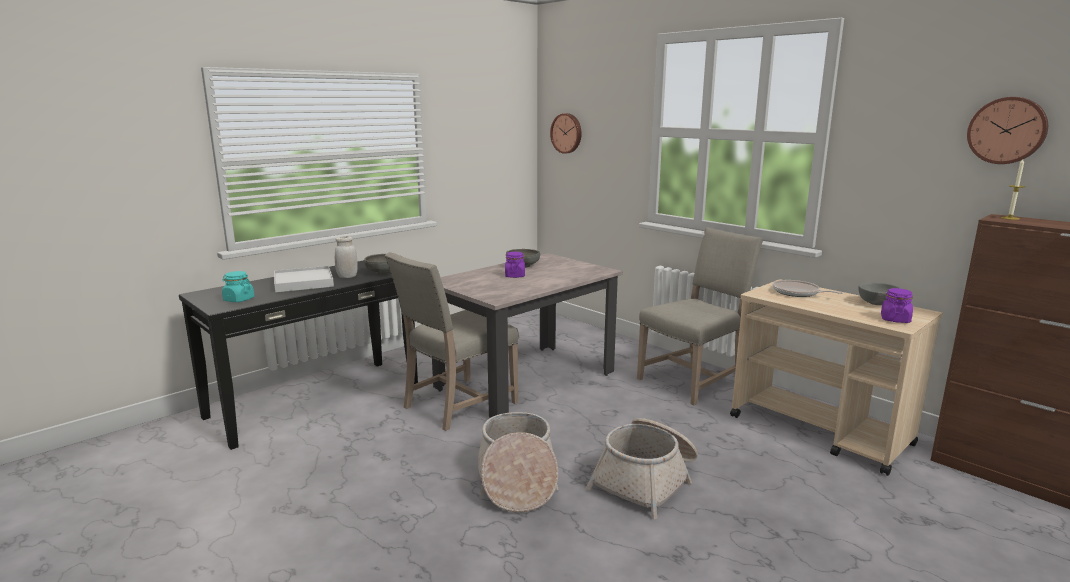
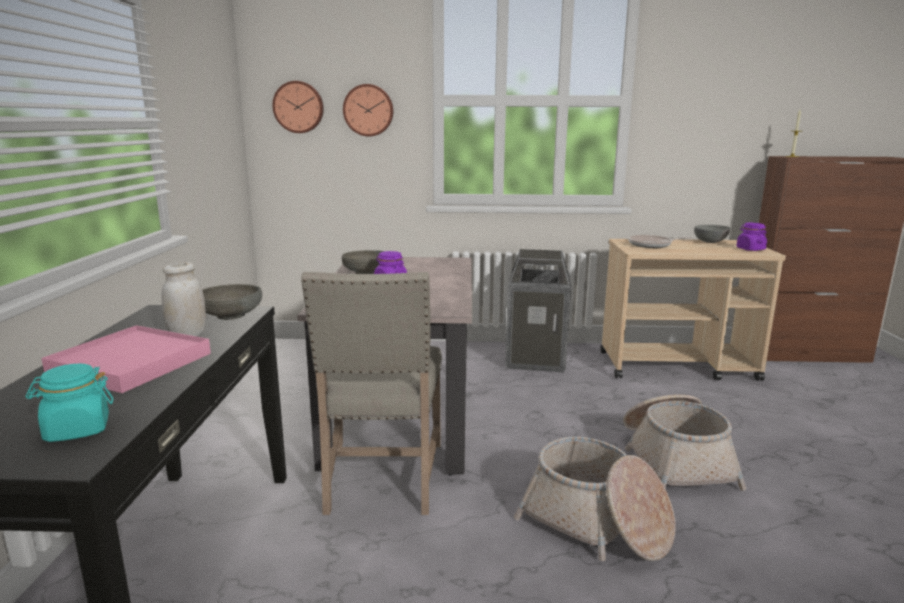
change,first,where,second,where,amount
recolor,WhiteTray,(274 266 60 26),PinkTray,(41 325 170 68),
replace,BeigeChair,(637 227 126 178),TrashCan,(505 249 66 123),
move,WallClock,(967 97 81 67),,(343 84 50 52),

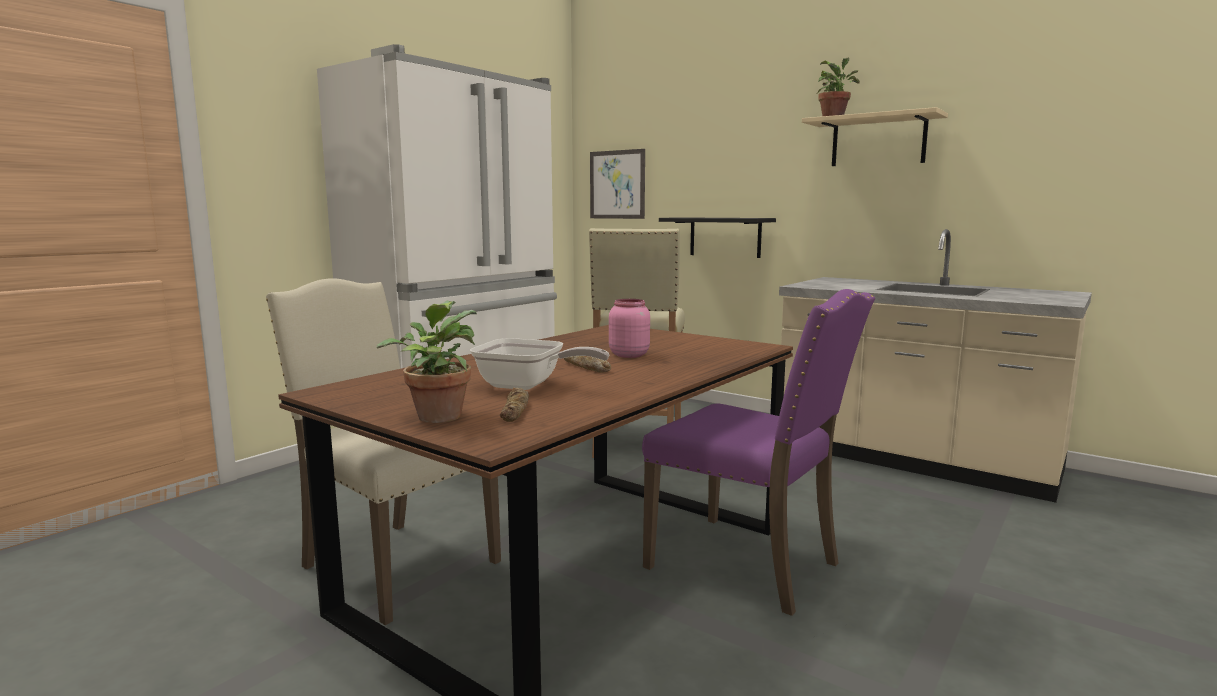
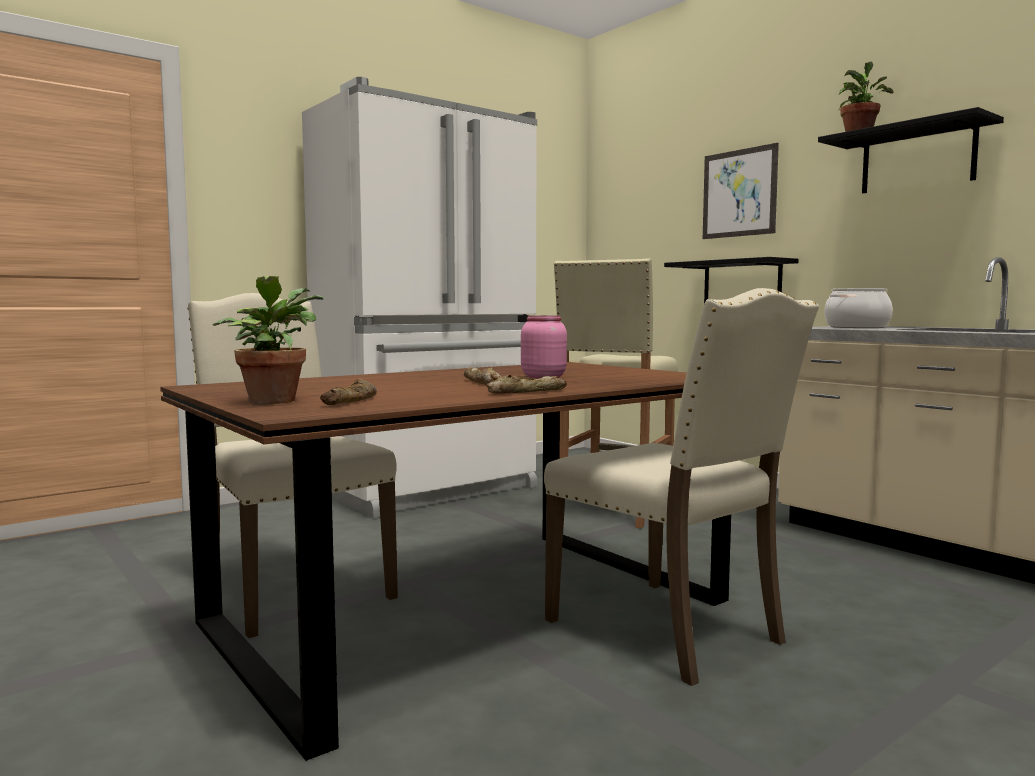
change,first,where,second,where,amount
delete,FryingPan,(470 338 139 52),,,
move,Picture,(590 149 55 70),,(703 143 76 96),
recolor,PurpleChair,(642 289 233 327),BeigeChair,(544 288 275 398),
recolor,BeigeShelf,(802 107 146 59),BlackShelf,(818 107 186 86),
insert,,,Bread,(486 375 81 19),
insert,,,CookingPot,(824 288 69 40),

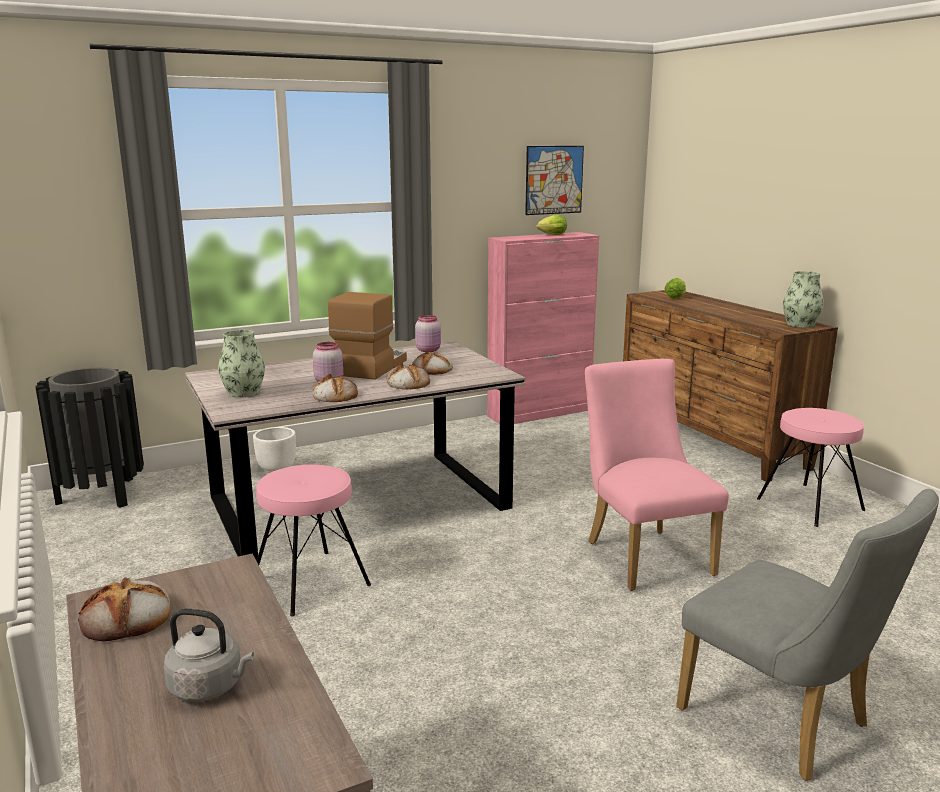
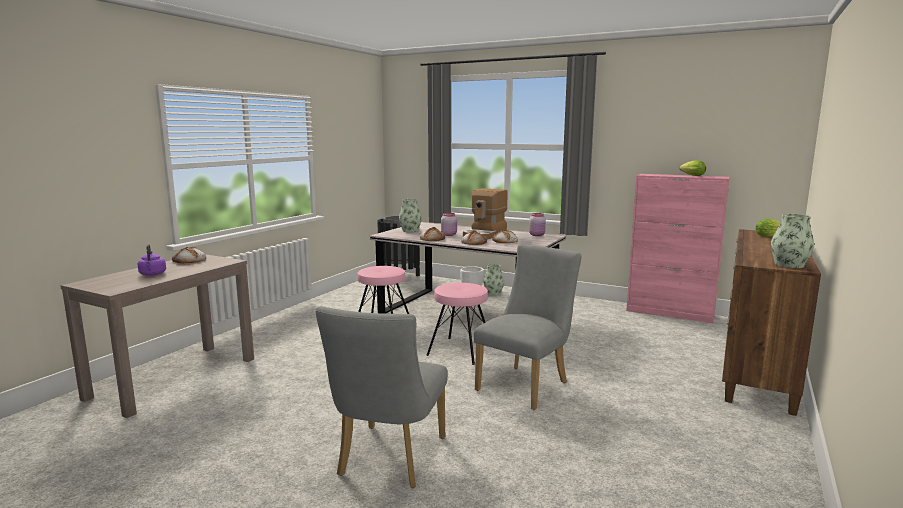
change,first,where,second,where,amount
recolor,GreyKettle,(164 609 90 93),PurpleKettle,(137 244 29 32),
rotate,CoffeeMachine,(328 292 79 88),,(463 188 45 51),135 degrees clockwise
delete,Picture,(525 146 59 69),,,
recolor,PinkChair,(585 359 144 232),GreyChair,(474 244 107 166),
move,PinkStool,(757 408 108 119),,(426 283 62 82),
insert,,,Vase,(483 264 21 32),

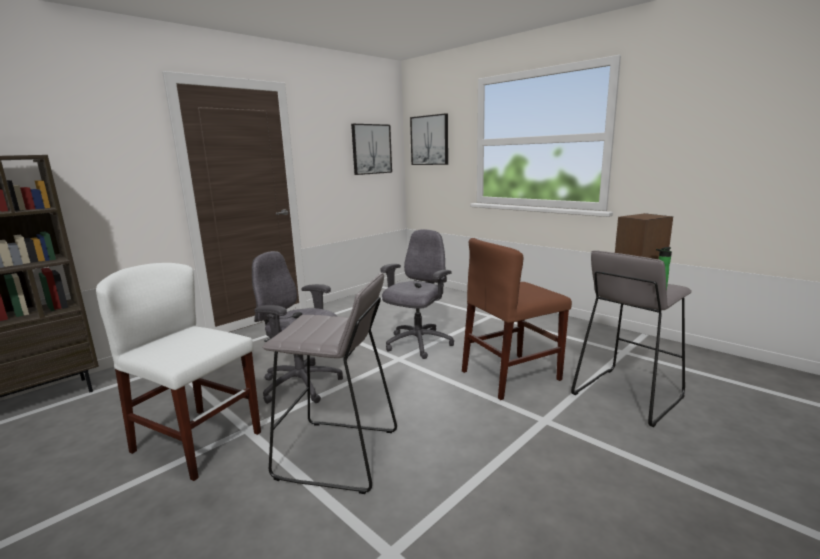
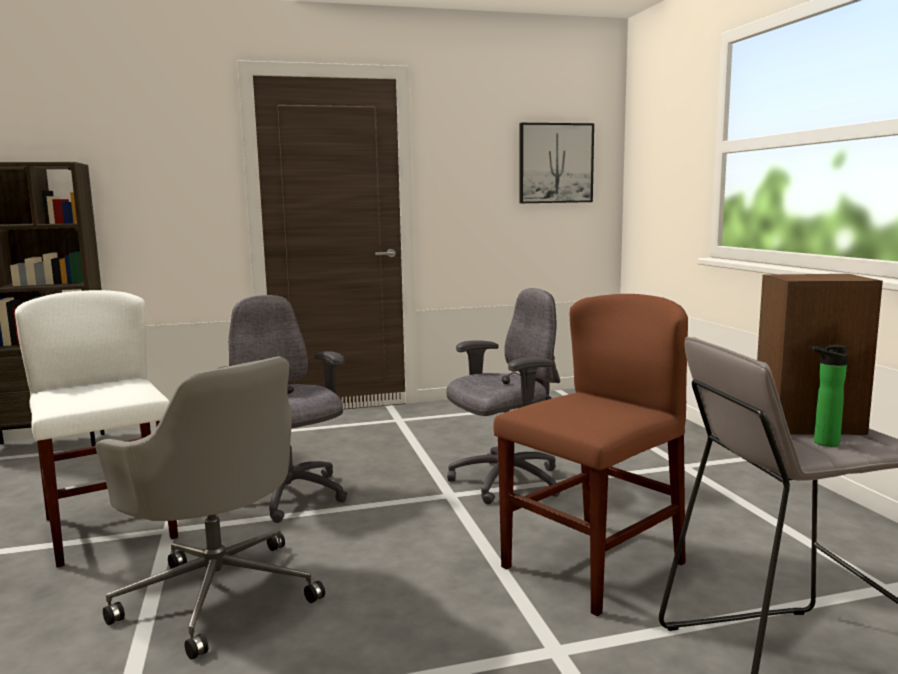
change,first,where,second,where,amount
replace,GreyStool,(262 273 135 221),GreyOfficeChair,(95 356 230 304),
delete,Picture,(410 113 38 52),,,
rotate,BrownChair,(462 238 110 162),,(493 294 195 322),135 degrees clockwise

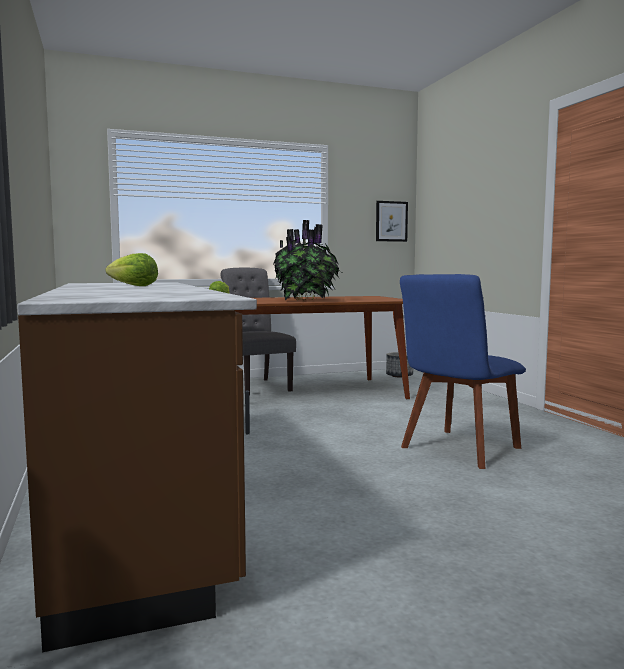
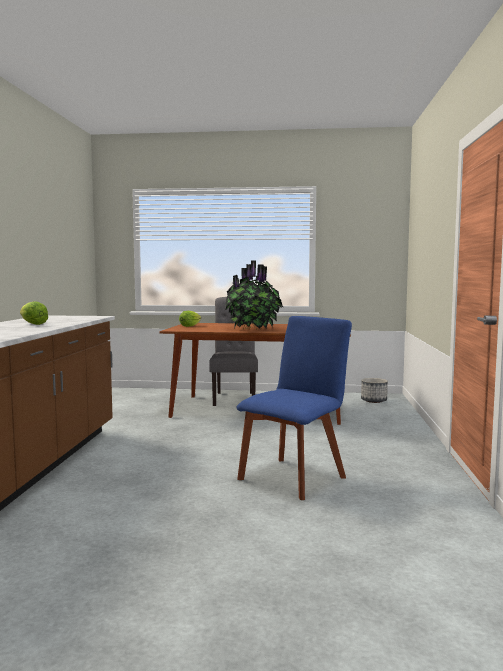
change,first,where,second,where,amount
delete,Picture,(376 201 32 41),,,
rotate,BlueChair,(400 274 126 195),,(236 316 116 184),150 degrees clockwise

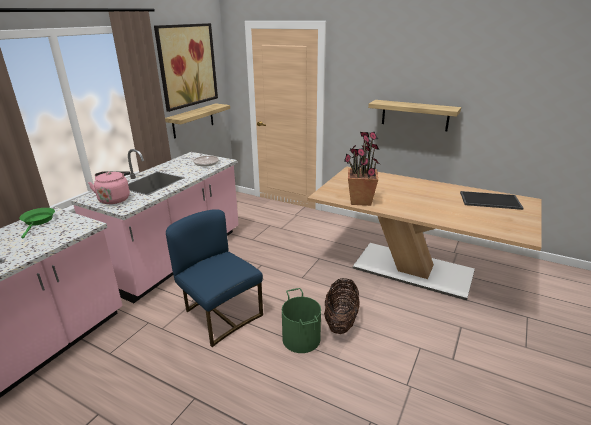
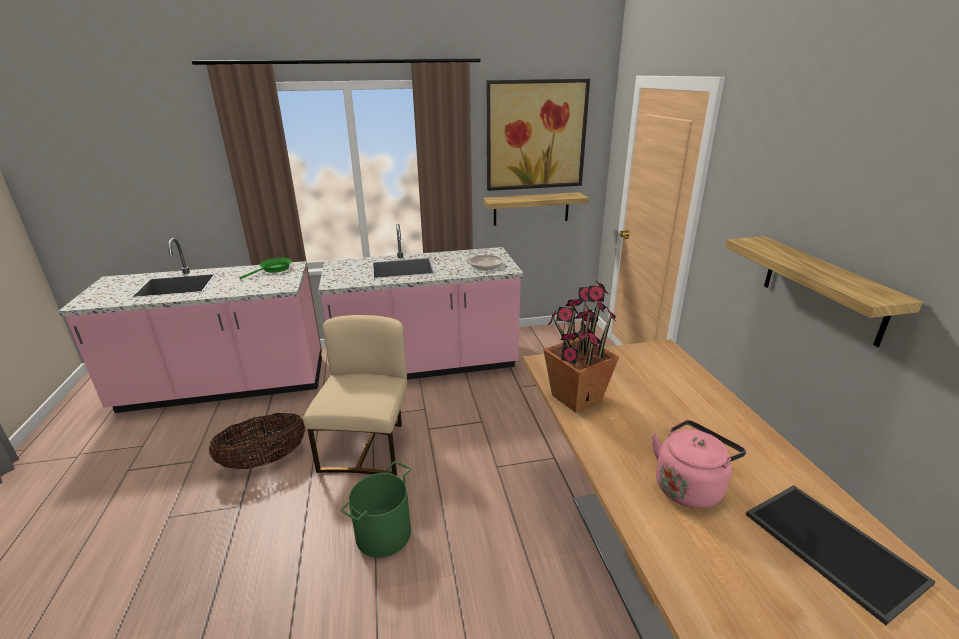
change,first,where,second,where,amount
move,PinkKettle,(88 171 43 33),,(652 420 94 89),
recolor,BlueChair,(166 209 97 138),BeigeChair,(303 315 104 161),
move,Basket,(324 278 36 56),,(209 413 96 56),

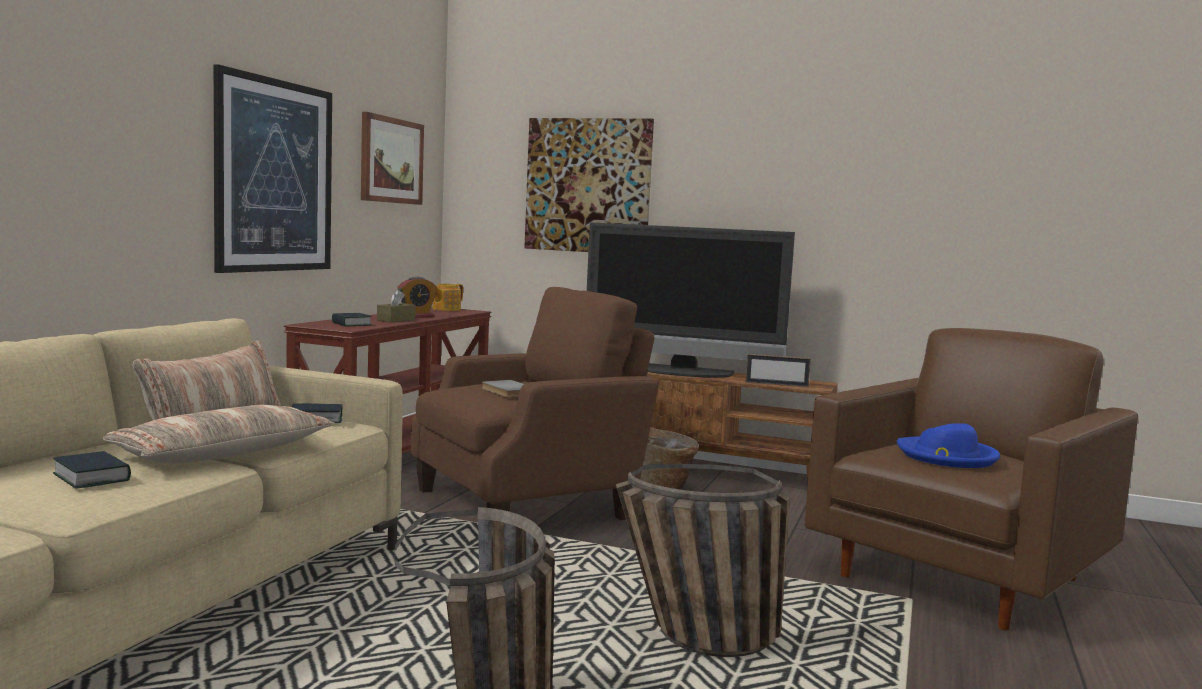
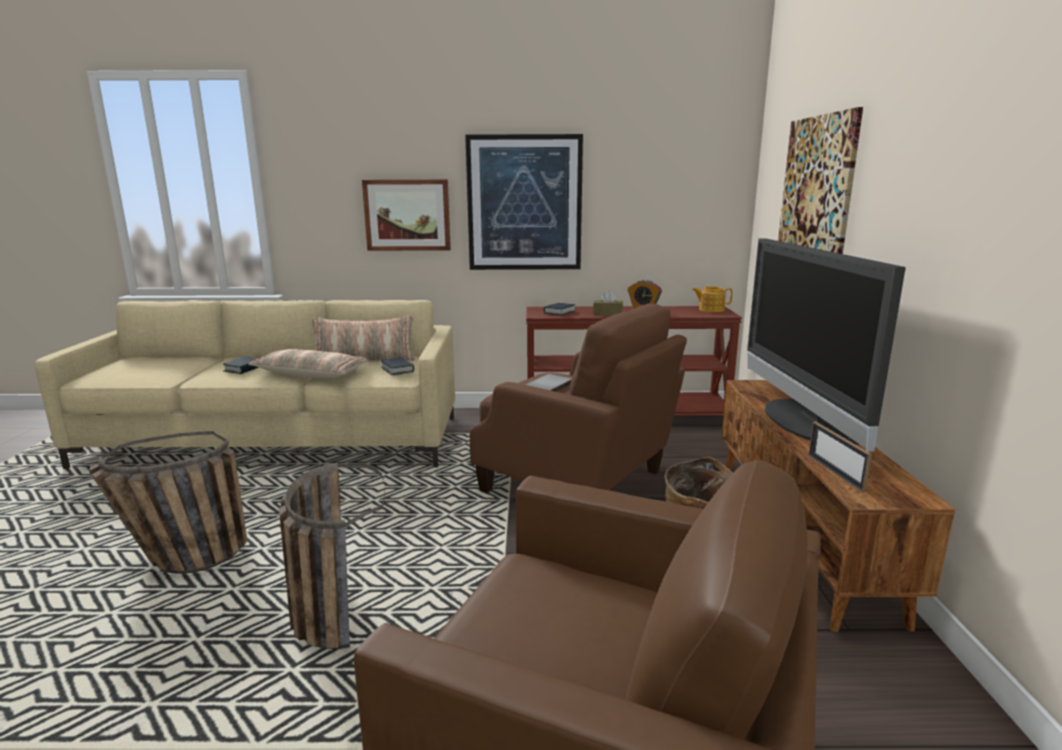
change,first,where,second,where,amount
move,Picture,(361 112 63 93),,(362 180 89 71),
delete,BlueHat,(897 423 103 45),,,

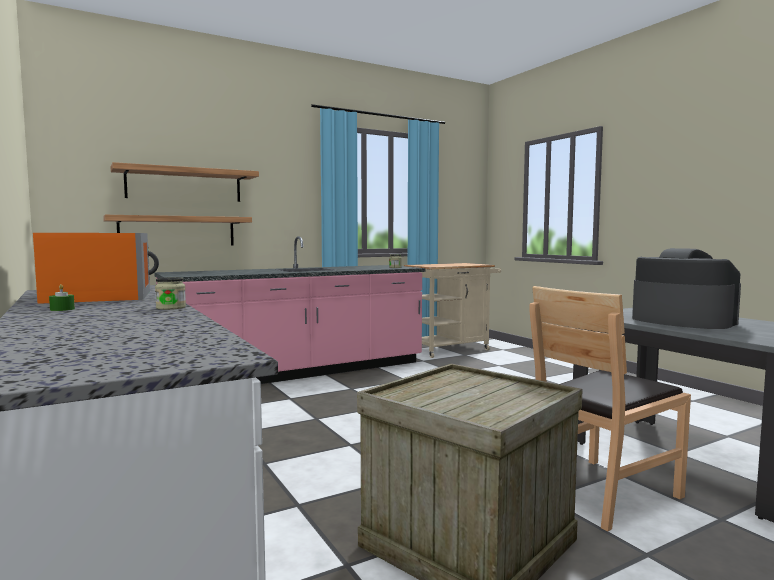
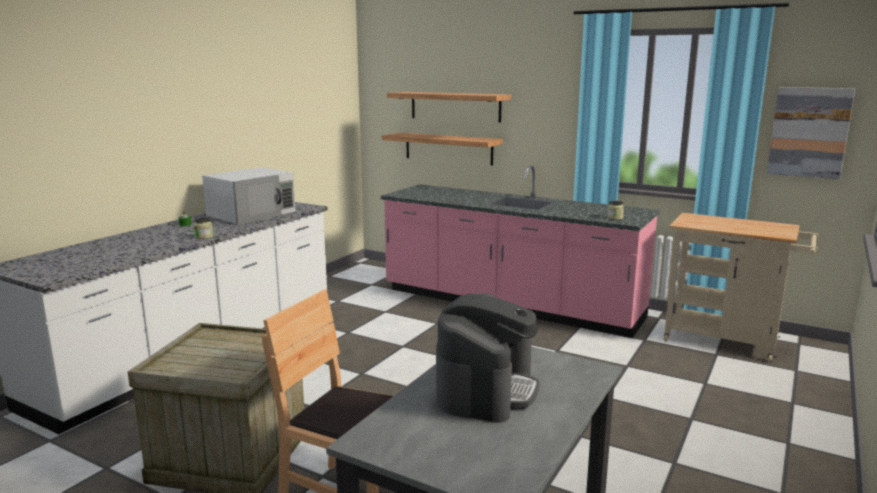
change,first,where,second,where,amount
recolor,OrangeMicrowave,(33 233 126 71),WhiteMicrowave,(202 167 93 58),
insert,,,Picture,(767 87 88 92),

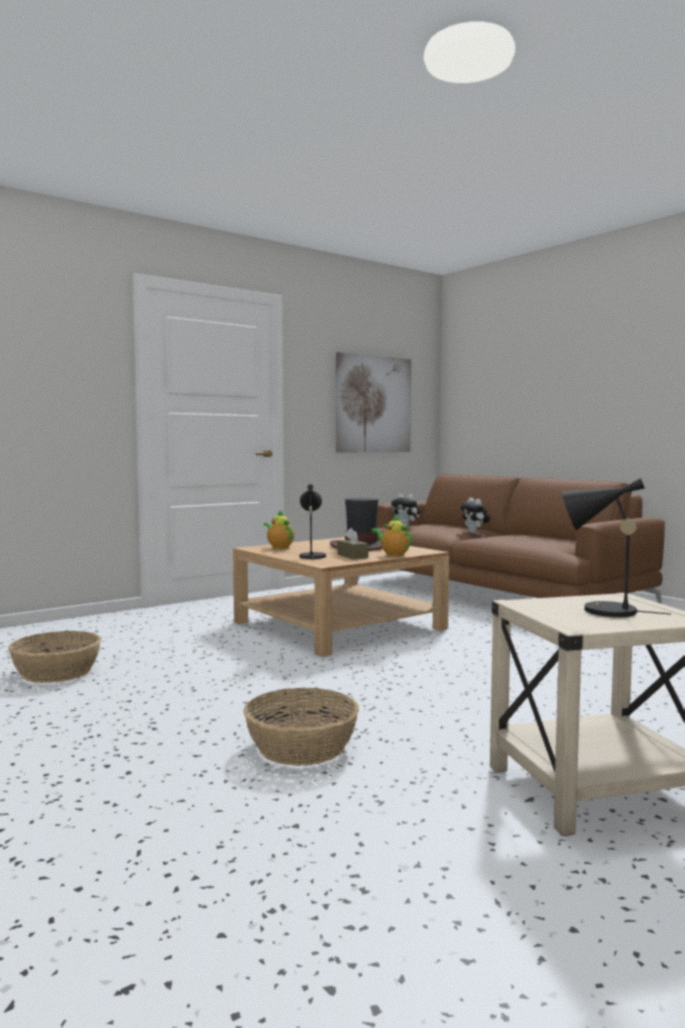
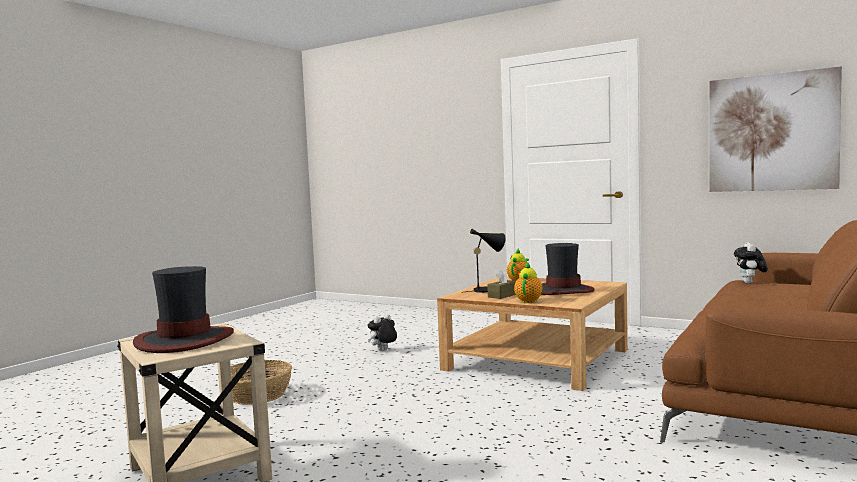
change,first,where,second,where,amount
delete,Basket,(8 631 93 52),,,
move,PlushToy,(460 498 30 35),,(367 314 30 37),
replace,BlackTableLamp,(562 478 109 139),Hat,(133 266 101 87),

